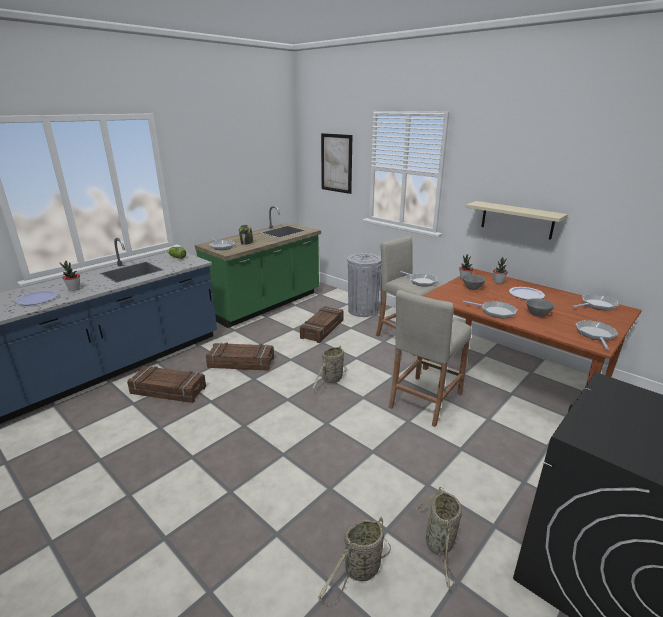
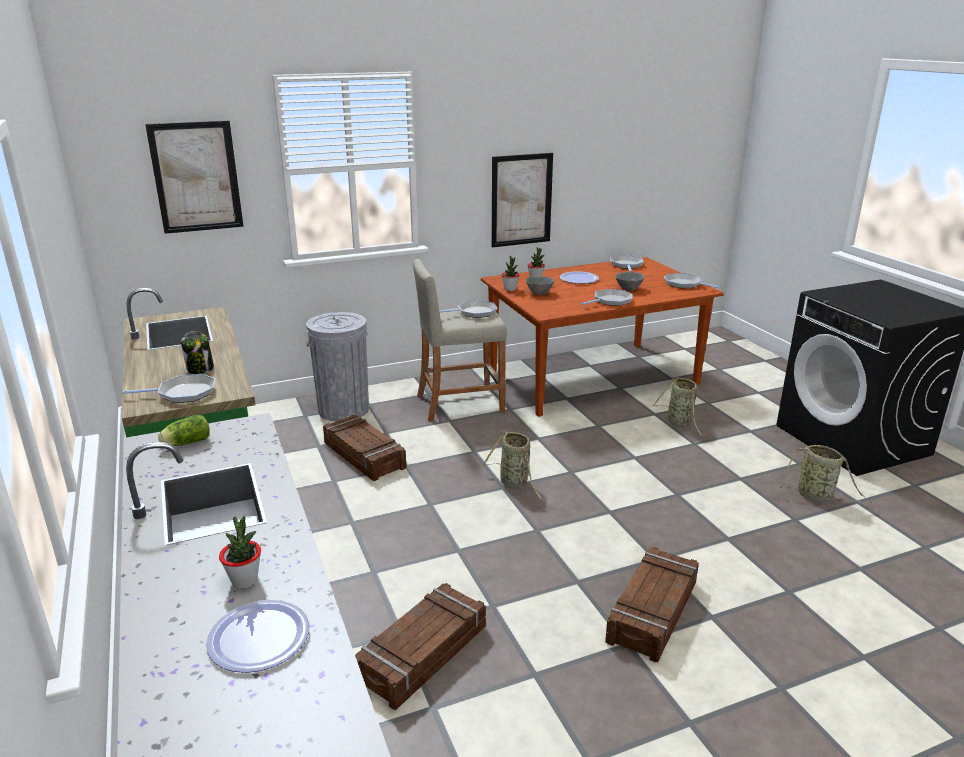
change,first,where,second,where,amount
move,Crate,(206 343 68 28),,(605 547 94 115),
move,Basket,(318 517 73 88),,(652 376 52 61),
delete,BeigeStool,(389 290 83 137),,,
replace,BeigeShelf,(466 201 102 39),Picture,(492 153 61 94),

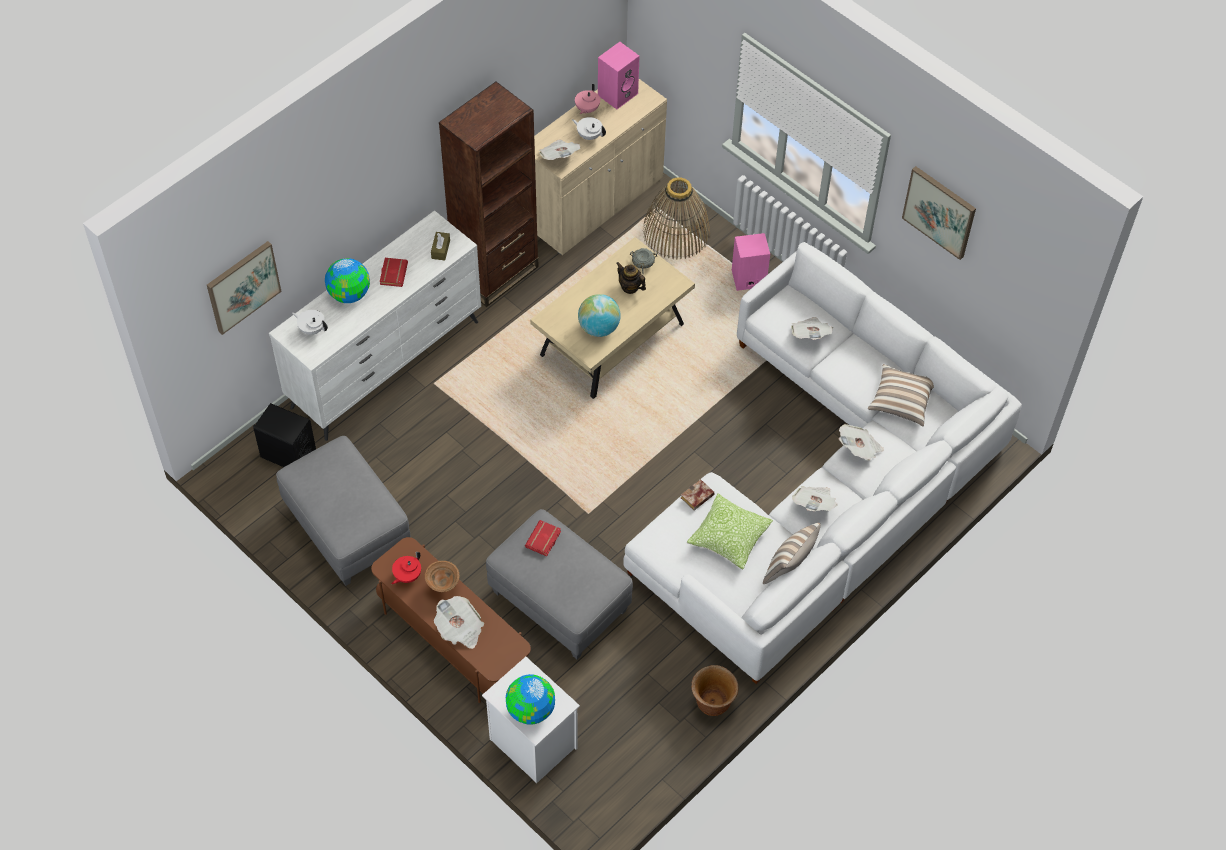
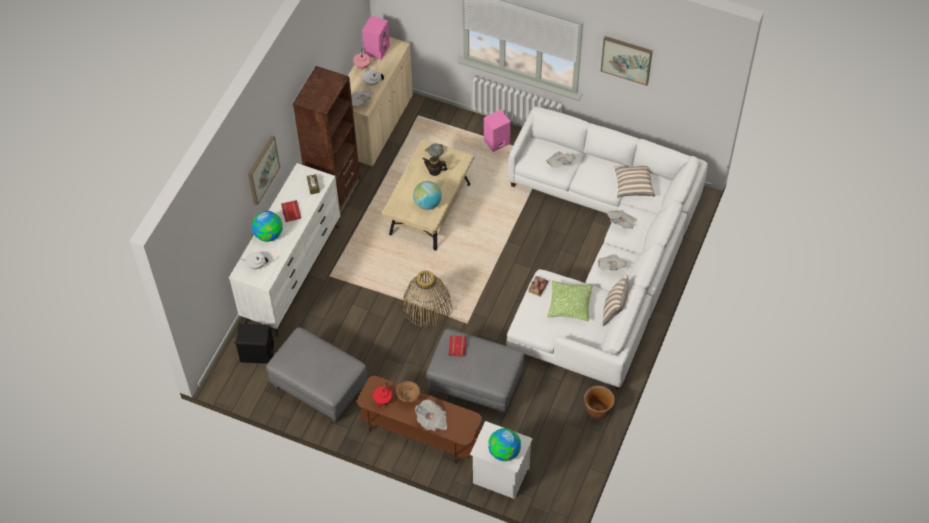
change,first,where,second,where,amount
move,Picture,(207 241 75 94),,(248 135 32 70),
move,Basket,(643 177 67 82),,(402 270 50 58),

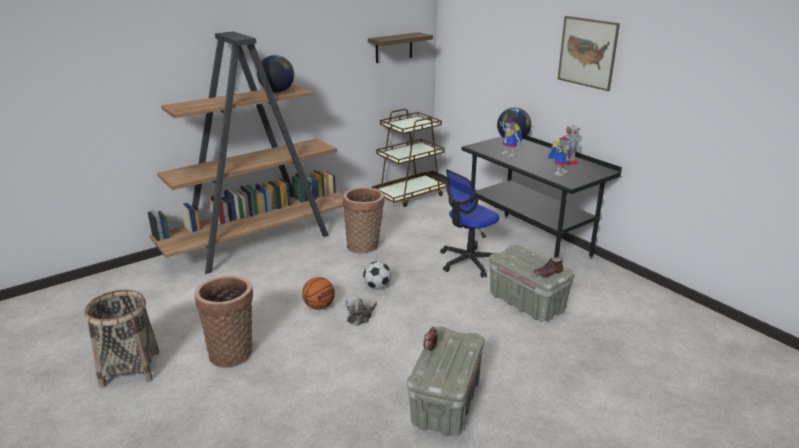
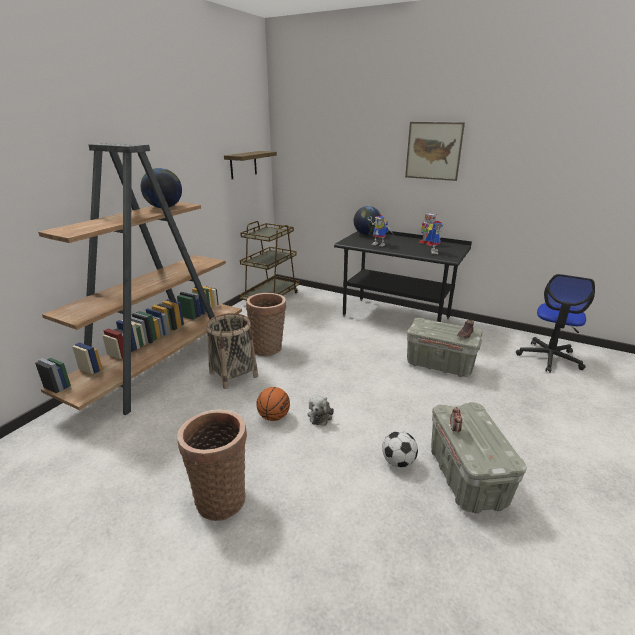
change,first,where,second,where,amount
move,Basket,(84 290 76 98),,(206 313 52 76),
move,Football,(363 261 28 29),,(382 431 36 37),
move,OfficeChair,(440 169 59 109),,(516 274 79 99),

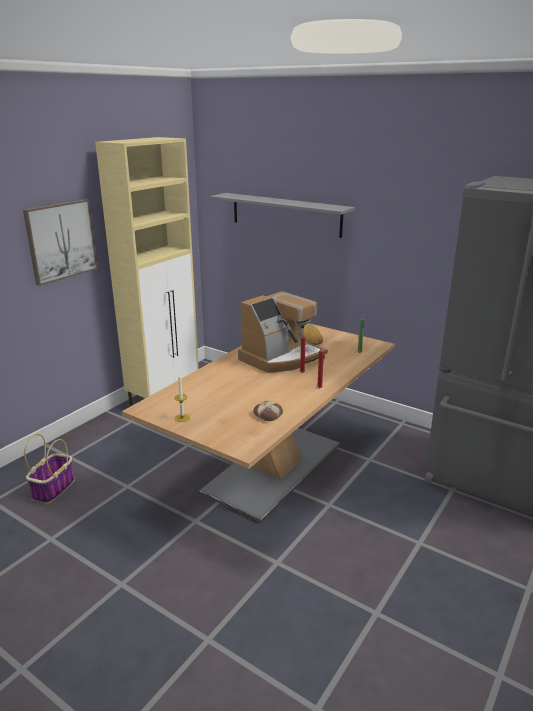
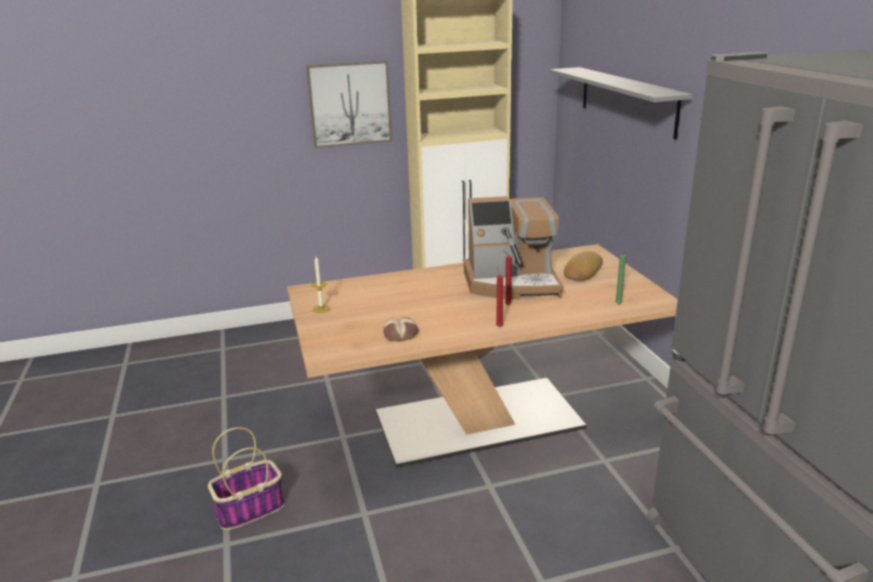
change,first,where,second,where,amount
move,Basket,(24 434 51 70),,(208 427 77 103),

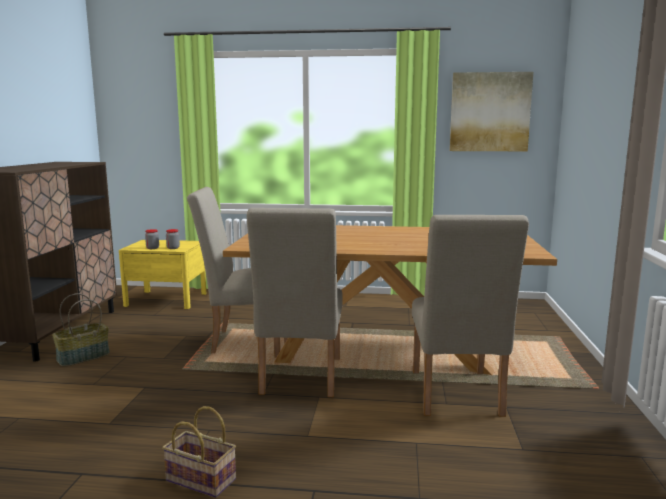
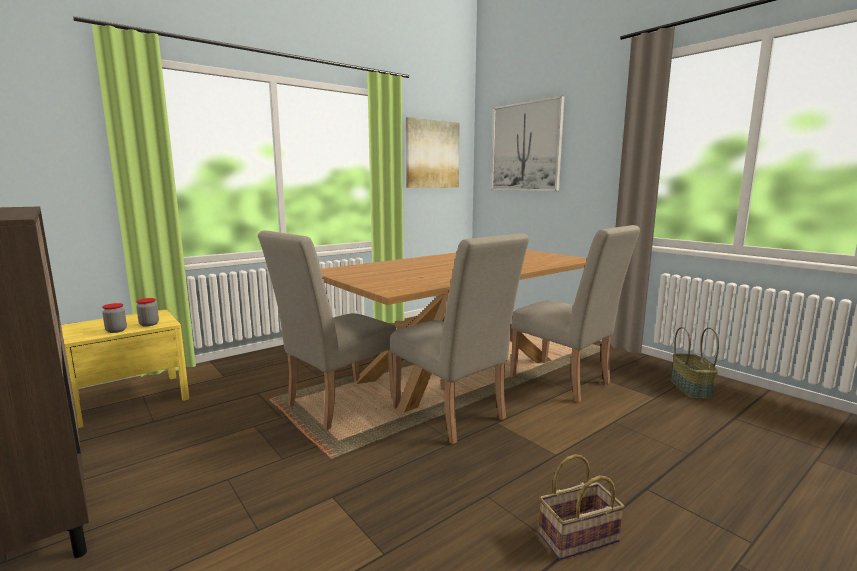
change,first,where,second,where,amount
move,Basket,(52 293 58 73),,(671 327 48 72),
insert,,,Picture,(491 96 74 95),

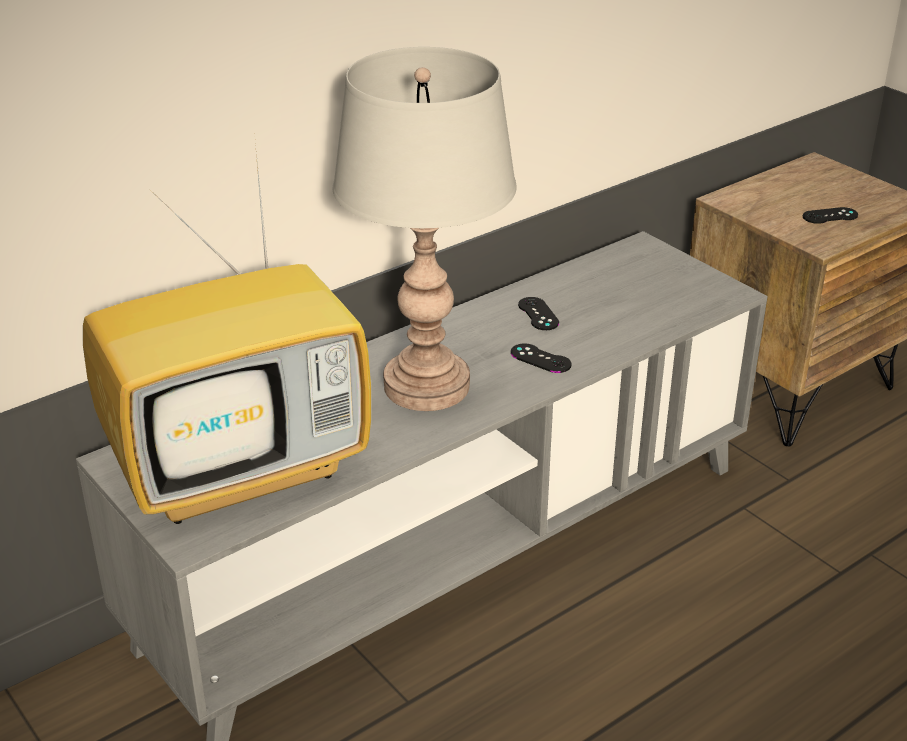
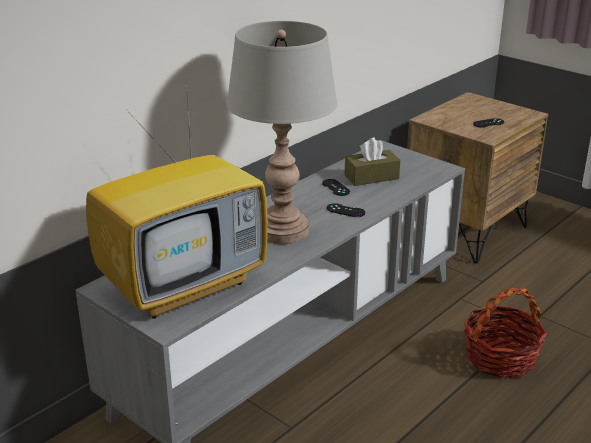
change,first,where,second,where,amount
insert,,,BrownTissueBox,(345 138 55 48),
insert,,,Basket,(464 287 83 92),

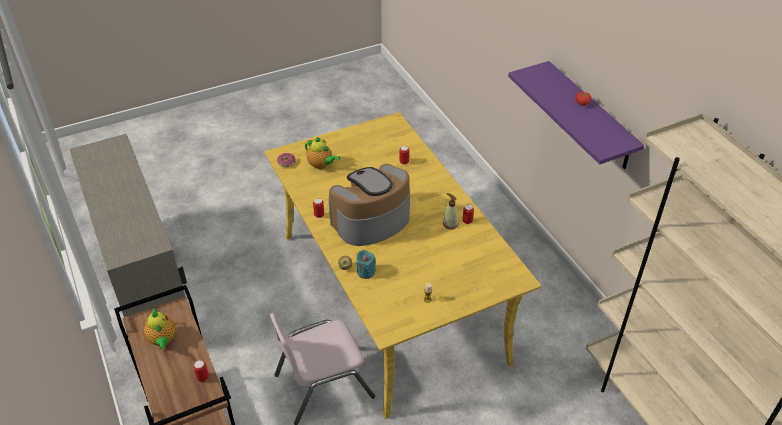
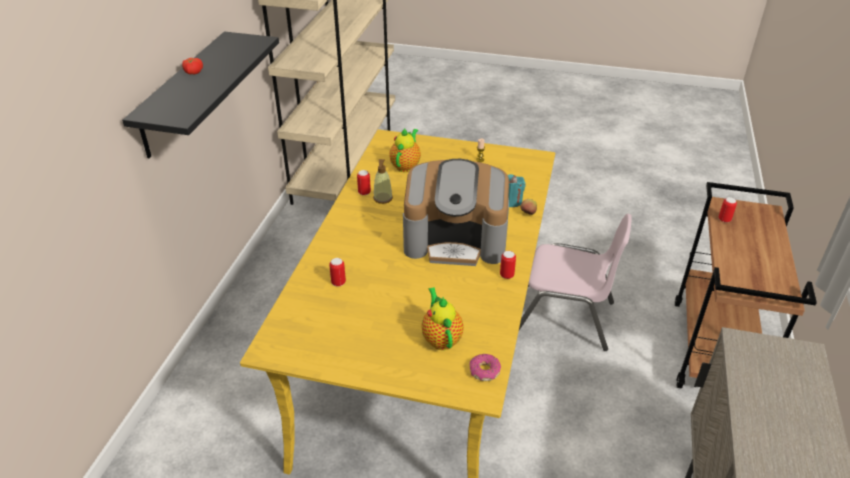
change,first,where,second,where,amount
move,Teapot,(144 307 31 42),,(389 129 32 43),
recolor,PurpleShelf,(508 61 136 108),BlackShelf,(122 31 157 127),

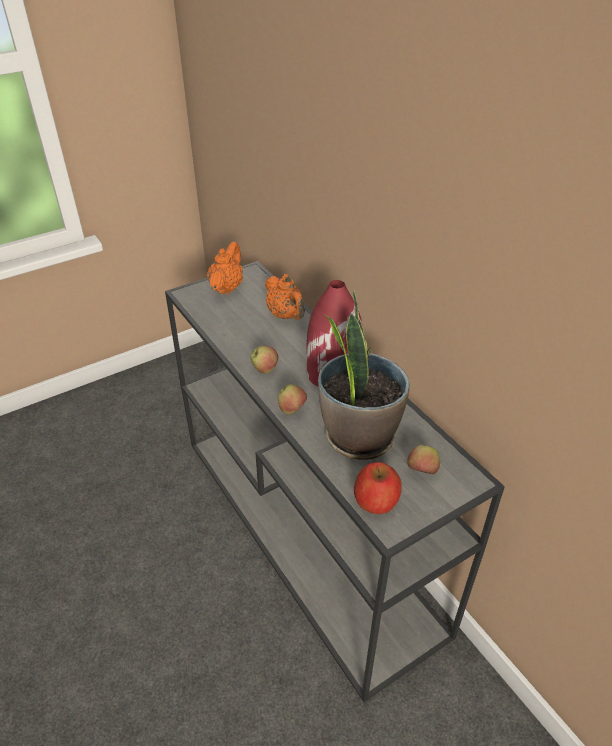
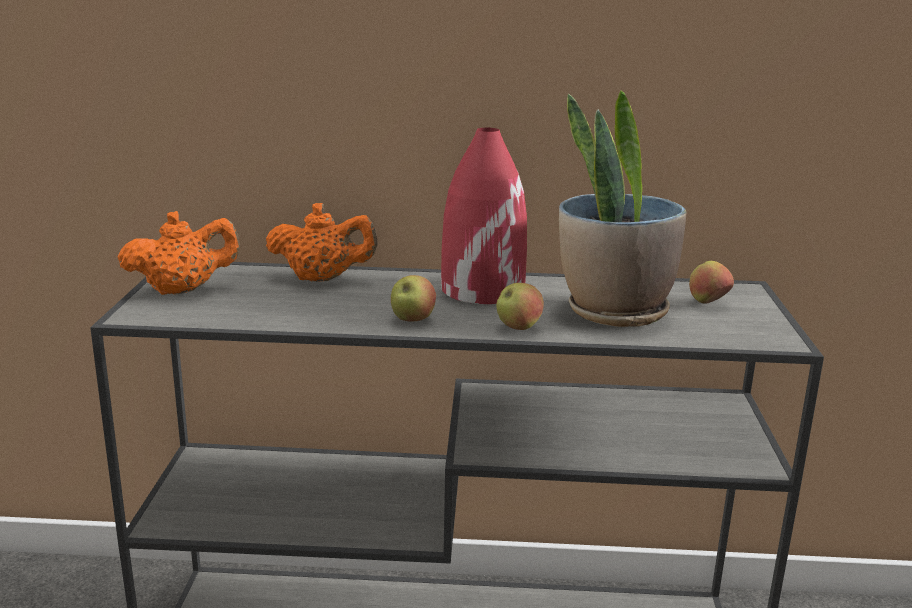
change,first,where,second,where,amount
rotate,OrangeTeapot,(207 242 36 53),,(117 211 123 84),105 degrees clockwise
delete,Apple,(354 462 48 52),,,

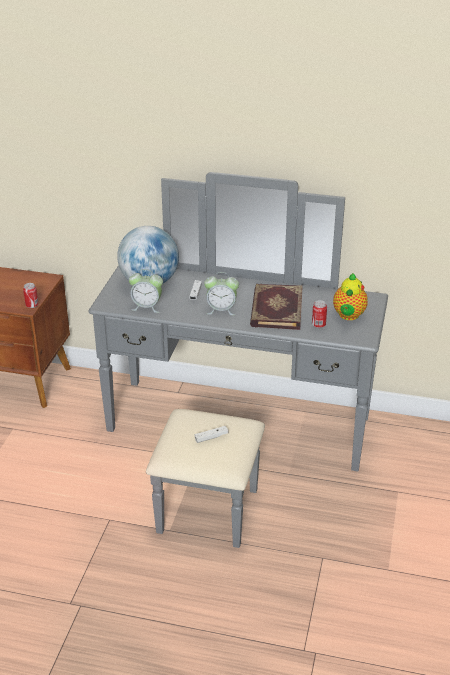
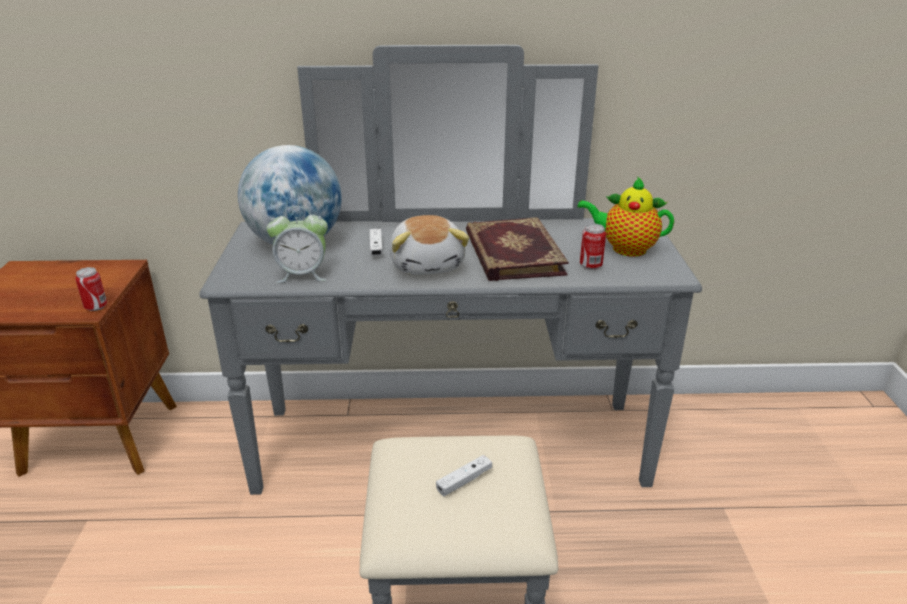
change,first,where,second,where,amount
replace,AlarmClock,(204 272 35 43),PlushToy,(389 215 81 60),
rotate,Teapot,(333 273 35 47),,(577 176 97 81),105 degrees clockwise

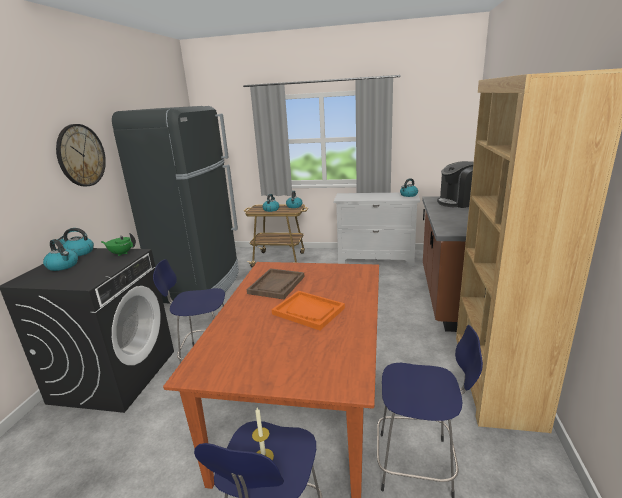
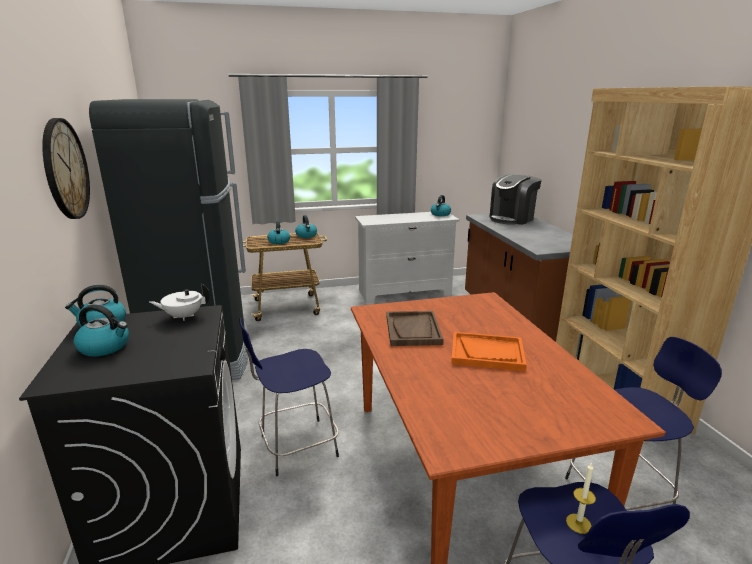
change,first,where,second,where,amount
recolor,GreenTeapot,(101 233 35 23),WhiteTeapot,(149 283 61 38),

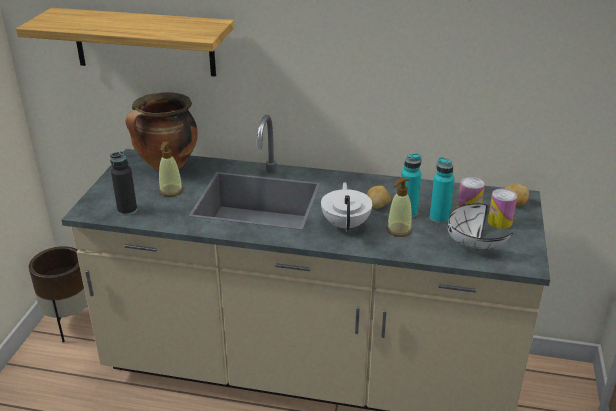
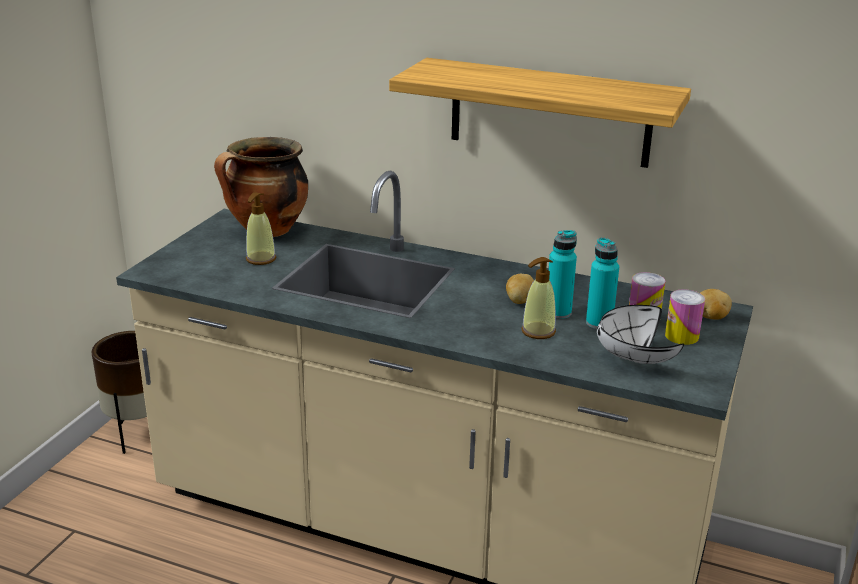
change,first,where,second,where,amount
move,Shelf,(16 8 218 69),,(389 58 302 110),
delete,BlackBottle,(110 151 27 65),,,
delete,WhiteTeapot,(321 182 52 50),,,

